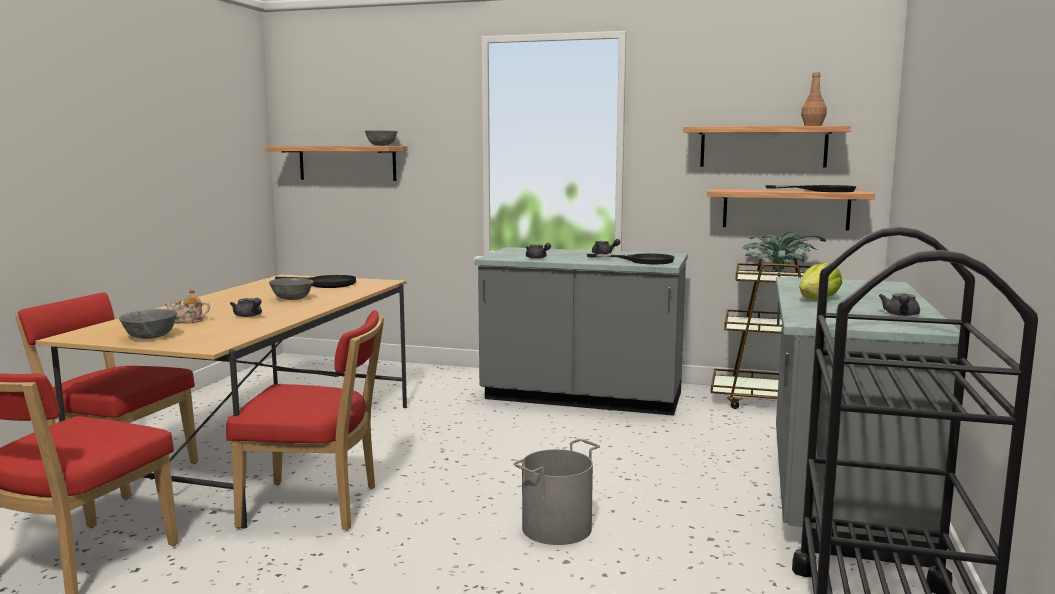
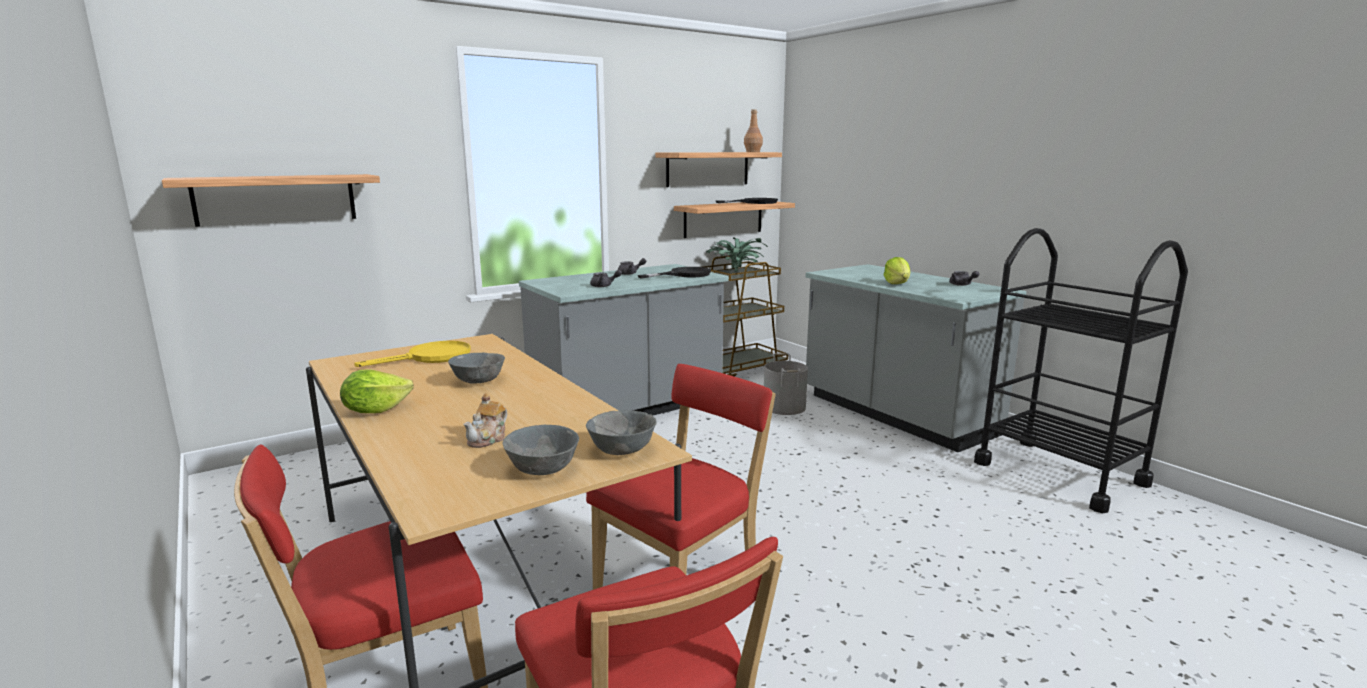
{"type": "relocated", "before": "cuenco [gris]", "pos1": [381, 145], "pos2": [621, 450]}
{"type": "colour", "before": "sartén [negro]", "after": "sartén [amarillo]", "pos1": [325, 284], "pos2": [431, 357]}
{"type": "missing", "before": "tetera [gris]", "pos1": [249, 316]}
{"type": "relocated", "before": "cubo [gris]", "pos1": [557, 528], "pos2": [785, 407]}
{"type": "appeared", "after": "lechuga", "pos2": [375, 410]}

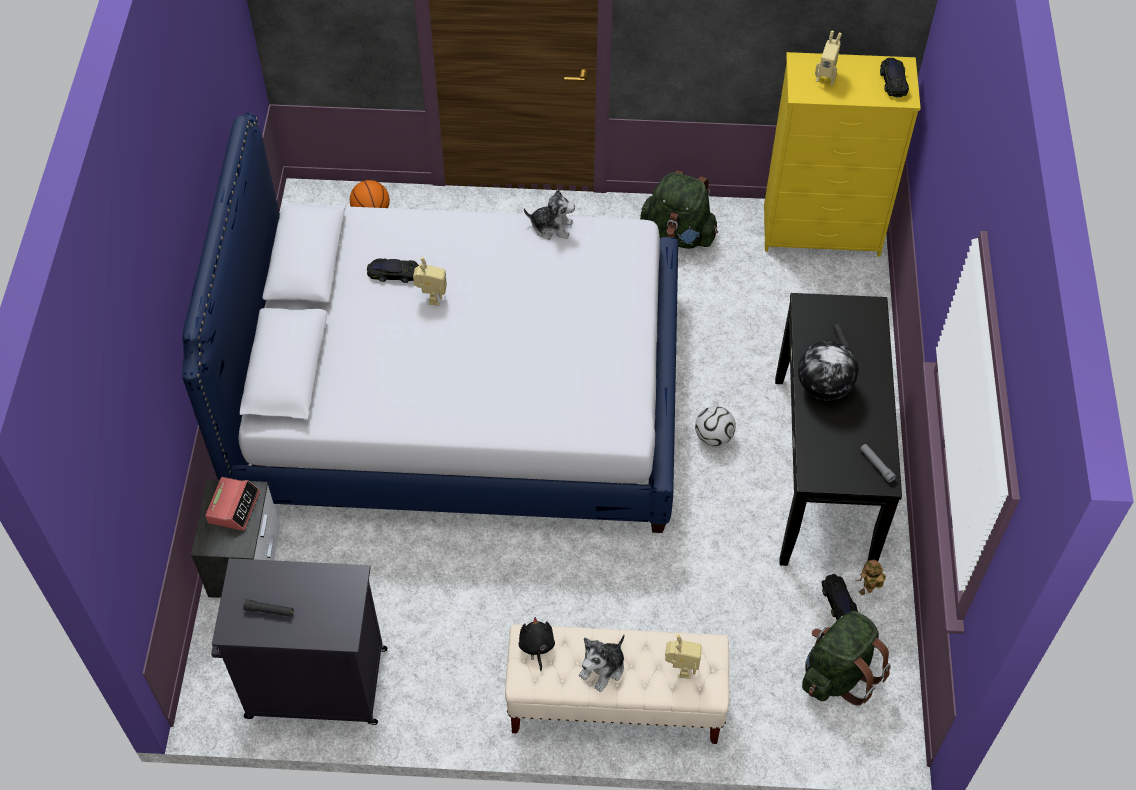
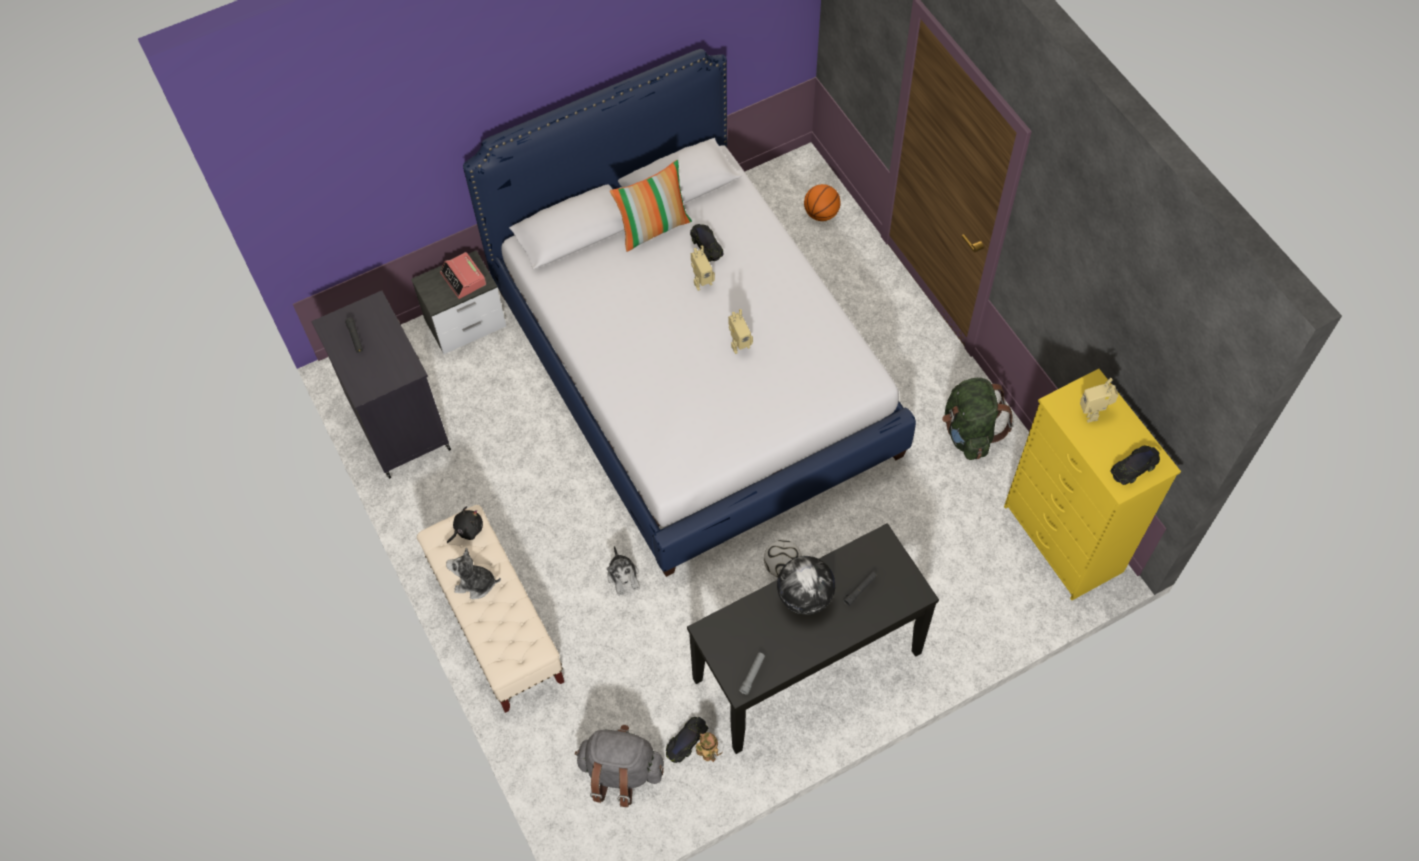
{"type": "relocated", "before": "peluche", "pos1": [551, 227], "pos2": [624, 576]}
{"type": "spun", "before": "despertador", "pos1": [234, 507], "pos2": [463, 279], "turn": 75}
{"type": "colour", "before": "mochila [verde]", "after": "mochila [gris]", "pos1": [838, 673], "pos2": [620, 772]}
{"type": "relocated", "before": "robot de juguete", "pos1": [680, 668], "pos2": [739, 344]}
{"type": "appeared", "after": "cojín", "pos2": [653, 227]}

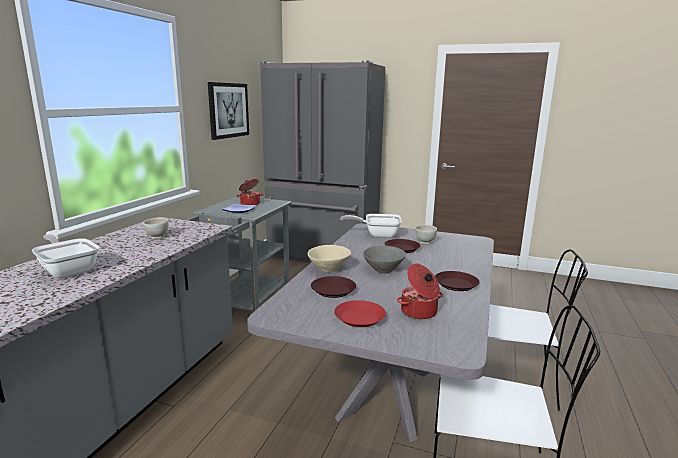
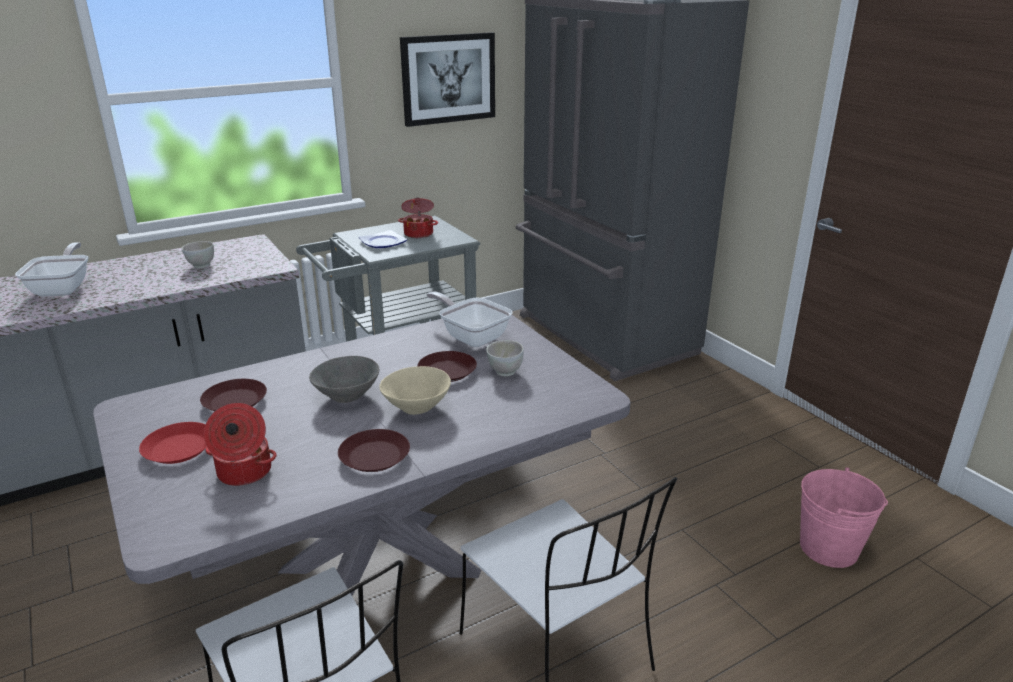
{"type": "relocated", "before": "cuenco [beis]", "pos1": [328, 269], "pos2": [416, 407]}
{"type": "appeared", "after": "cubo [rosa]", "pos2": [828, 548]}

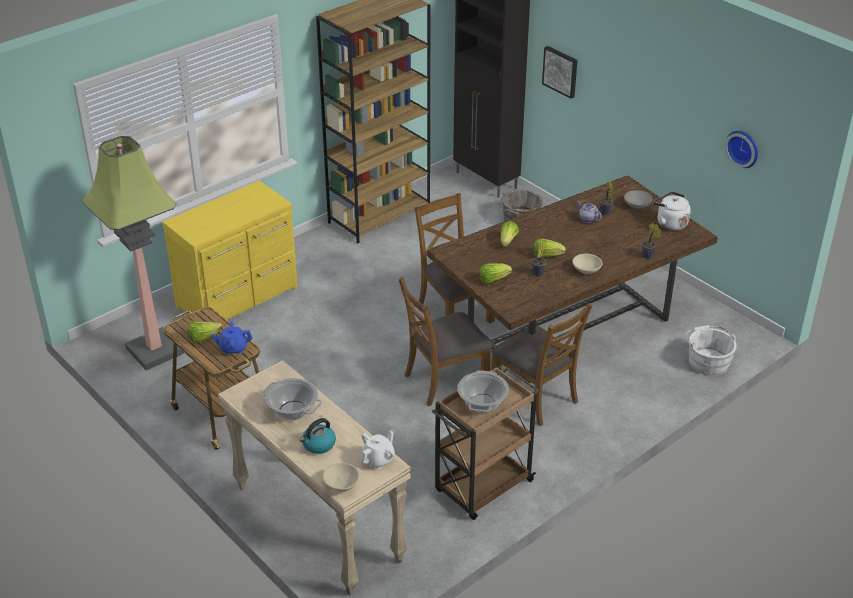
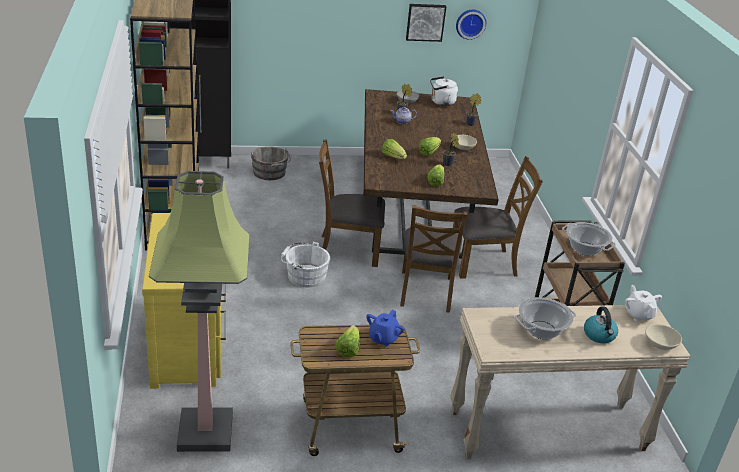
{"type": "relocated", "before": "cuadro", "pos1": [561, 71], "pos2": [425, 22]}
{"type": "relocated", "before": "cubo [blanco]", "pos1": [707, 360], "pos2": [304, 275]}

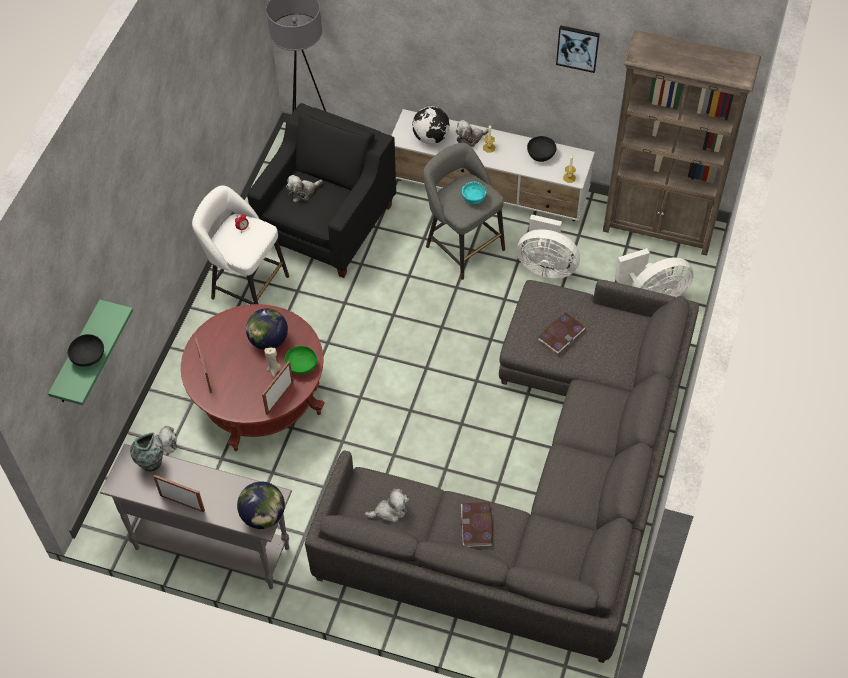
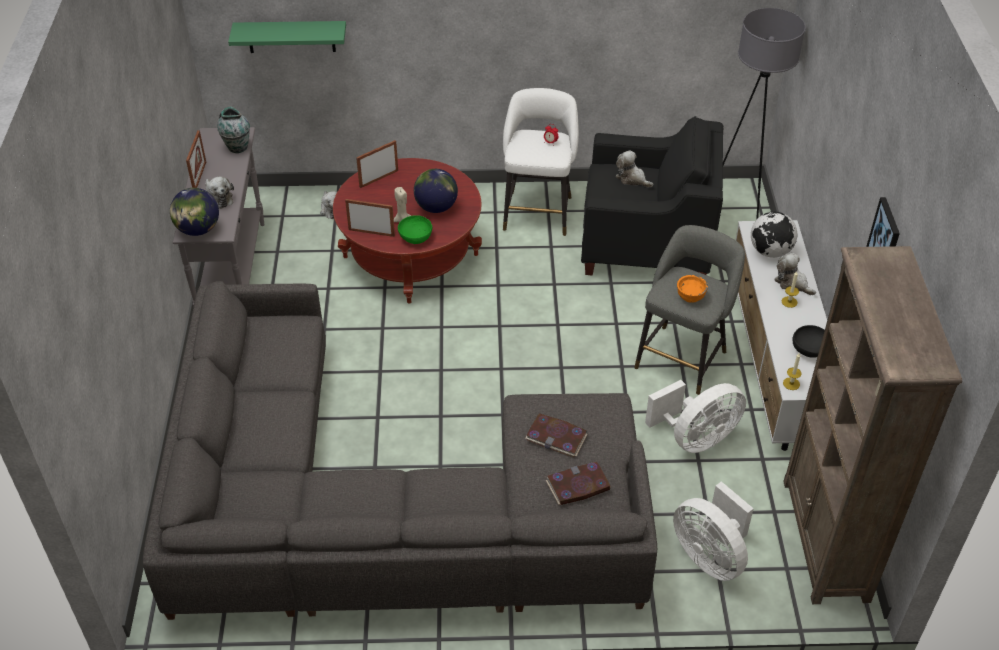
{"type": "colour", "before": "cuenco [turquesa]", "after": "cuenco [naranja]", "pos1": [474, 199], "pos2": [690, 297]}
{"type": "spun", "before": "ventilador [blanco]", "pos1": [546, 266], "pos2": [696, 438], "turn": -120}
{"type": "missing", "before": "cuenco [negro]", "pos1": [88, 357]}
{"type": "relocated", "before": "peluche", "pos1": [390, 511], "pos2": [218, 198]}
{"type": "relocated", "before": "libro", "pos1": [477, 525], "pos2": [578, 485]}

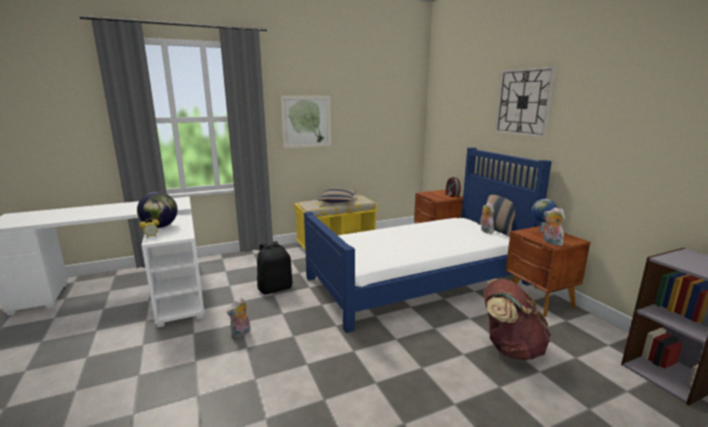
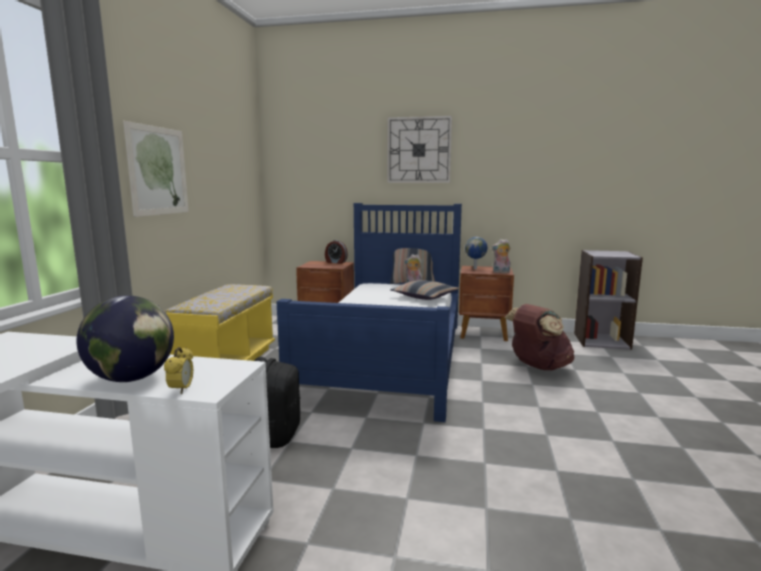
{"type": "relocated", "before": "cojín", "pos1": [337, 200], "pos2": [424, 297]}
{"type": "missing", "before": "peluche", "pos1": [241, 333]}

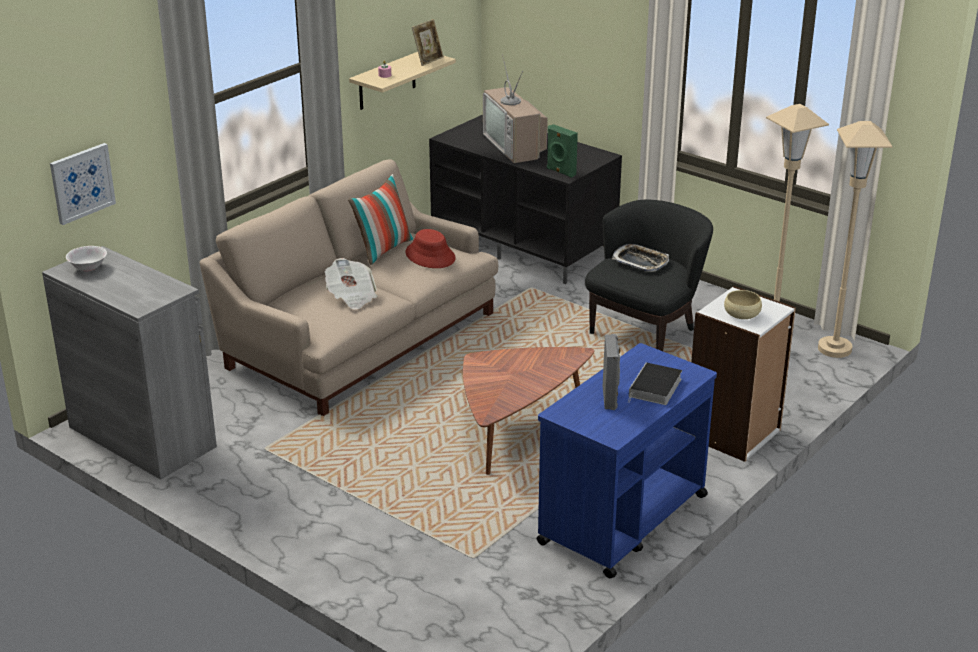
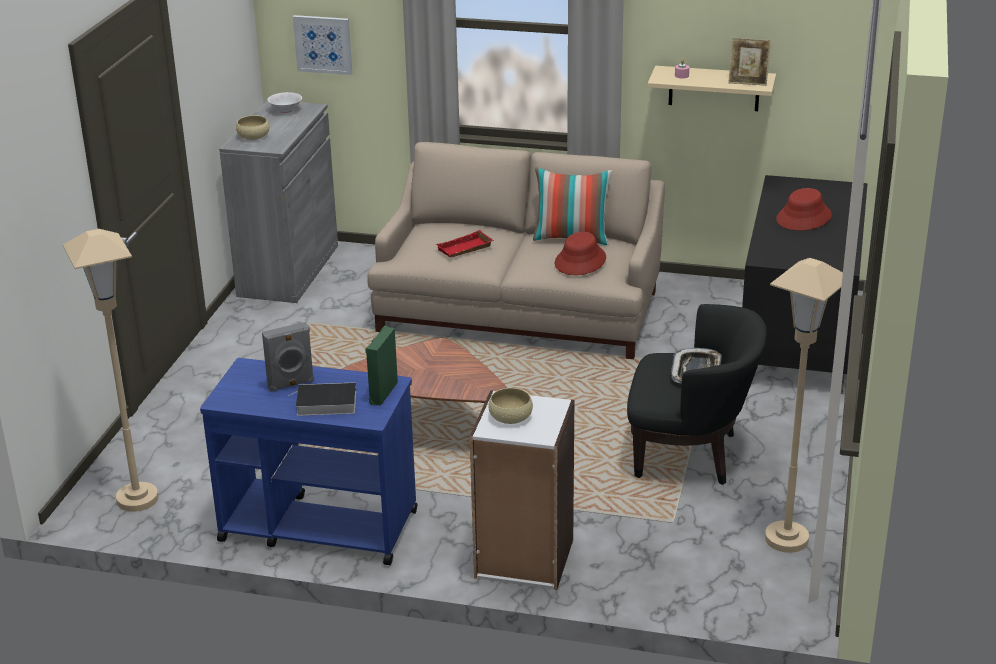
{"type": "exchanged", "before": "televisor", "after": "sombrero [rojo]", "pos1": [516, 146], "pos2": [804, 218]}
{"type": "relocated", "before": "lámpara de pie [beis]", "pos1": [834, 349], "pos2": [137, 499]}
{"type": "relocated", "before": "altavoz [verde]", "pos1": [560, 172], "pos2": [382, 393]}
{"type": "exchanged", "before": "periódico", "after": "bandeja [rojo]", "pos1": [351, 296], "pos2": [465, 249]}
{"type": "appeared", "after": "cuenco [beis]", "pos2": [253, 136]}

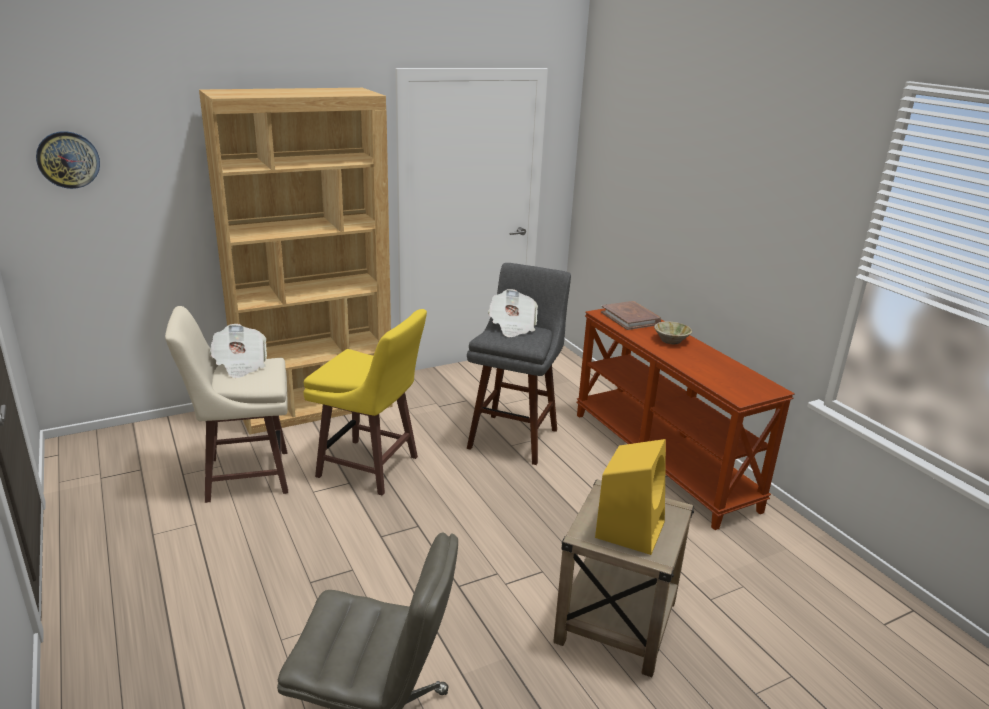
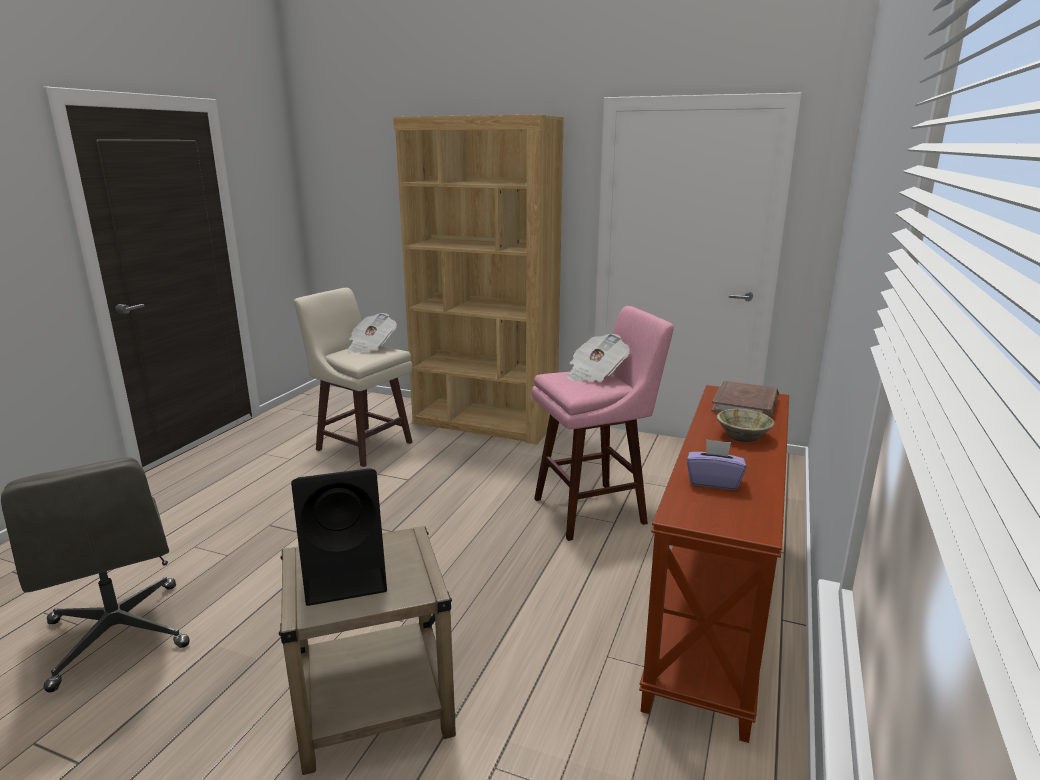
{"type": "missing", "before": "reloj de pared", "pos1": [68, 159]}
{"type": "colour", "before": "taburete [gris]", "after": "taburete [rosa]", "pos1": [514, 436], "pos2": [594, 509]}
{"type": "missing", "before": "taburete [amarillo]", "pos1": [370, 468]}
{"type": "colour", "before": "altavoz [amarillo]", "after": "altavoz [negro]", "pos1": [630, 528], "pos2": [348, 575]}
{"type": "appeared", "after": "caja de pañuelos [morado]", "pos2": [713, 481]}

